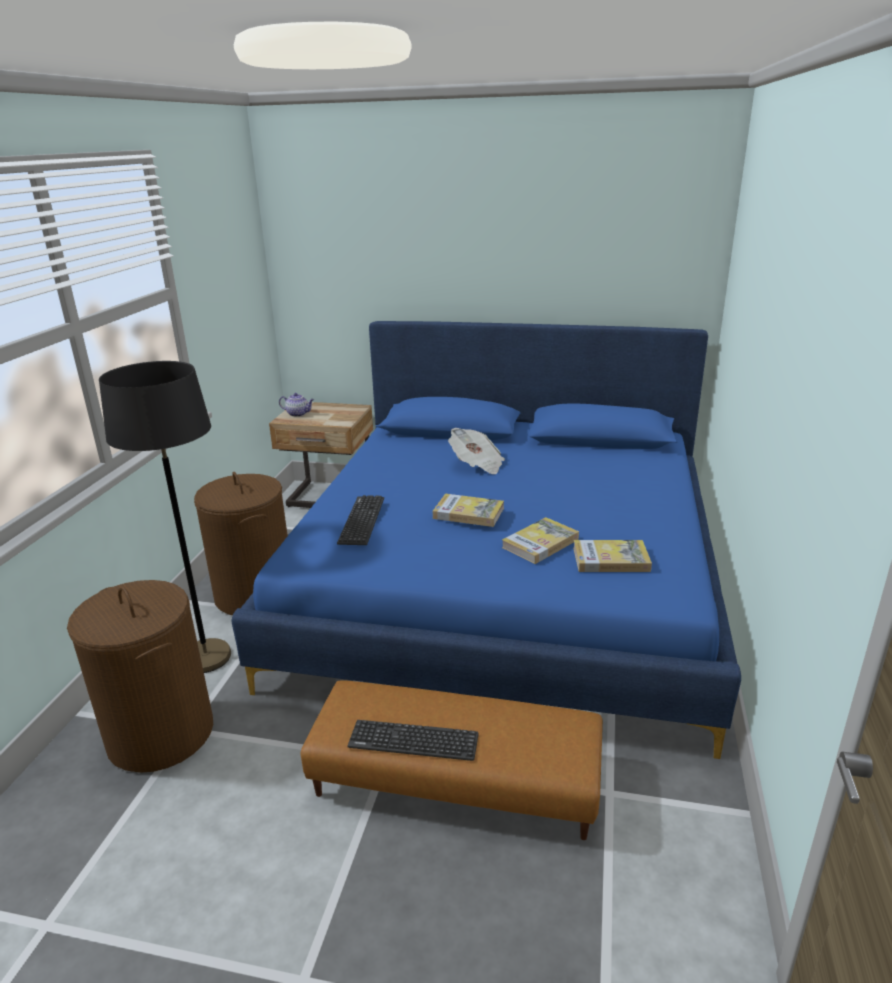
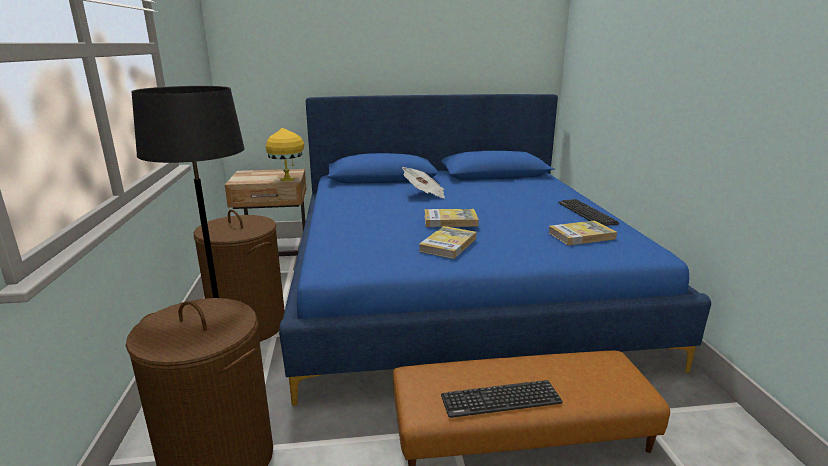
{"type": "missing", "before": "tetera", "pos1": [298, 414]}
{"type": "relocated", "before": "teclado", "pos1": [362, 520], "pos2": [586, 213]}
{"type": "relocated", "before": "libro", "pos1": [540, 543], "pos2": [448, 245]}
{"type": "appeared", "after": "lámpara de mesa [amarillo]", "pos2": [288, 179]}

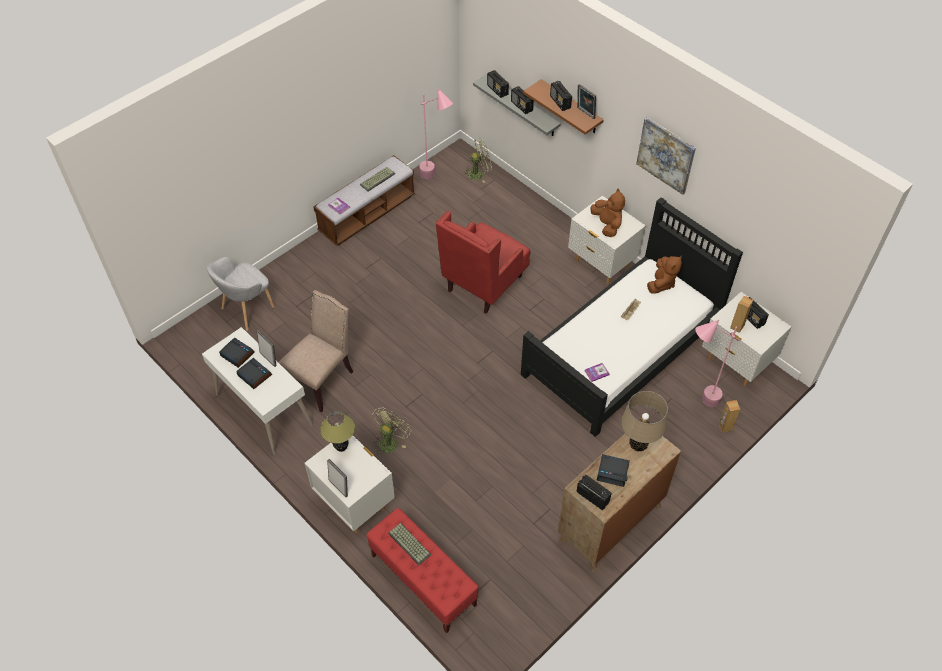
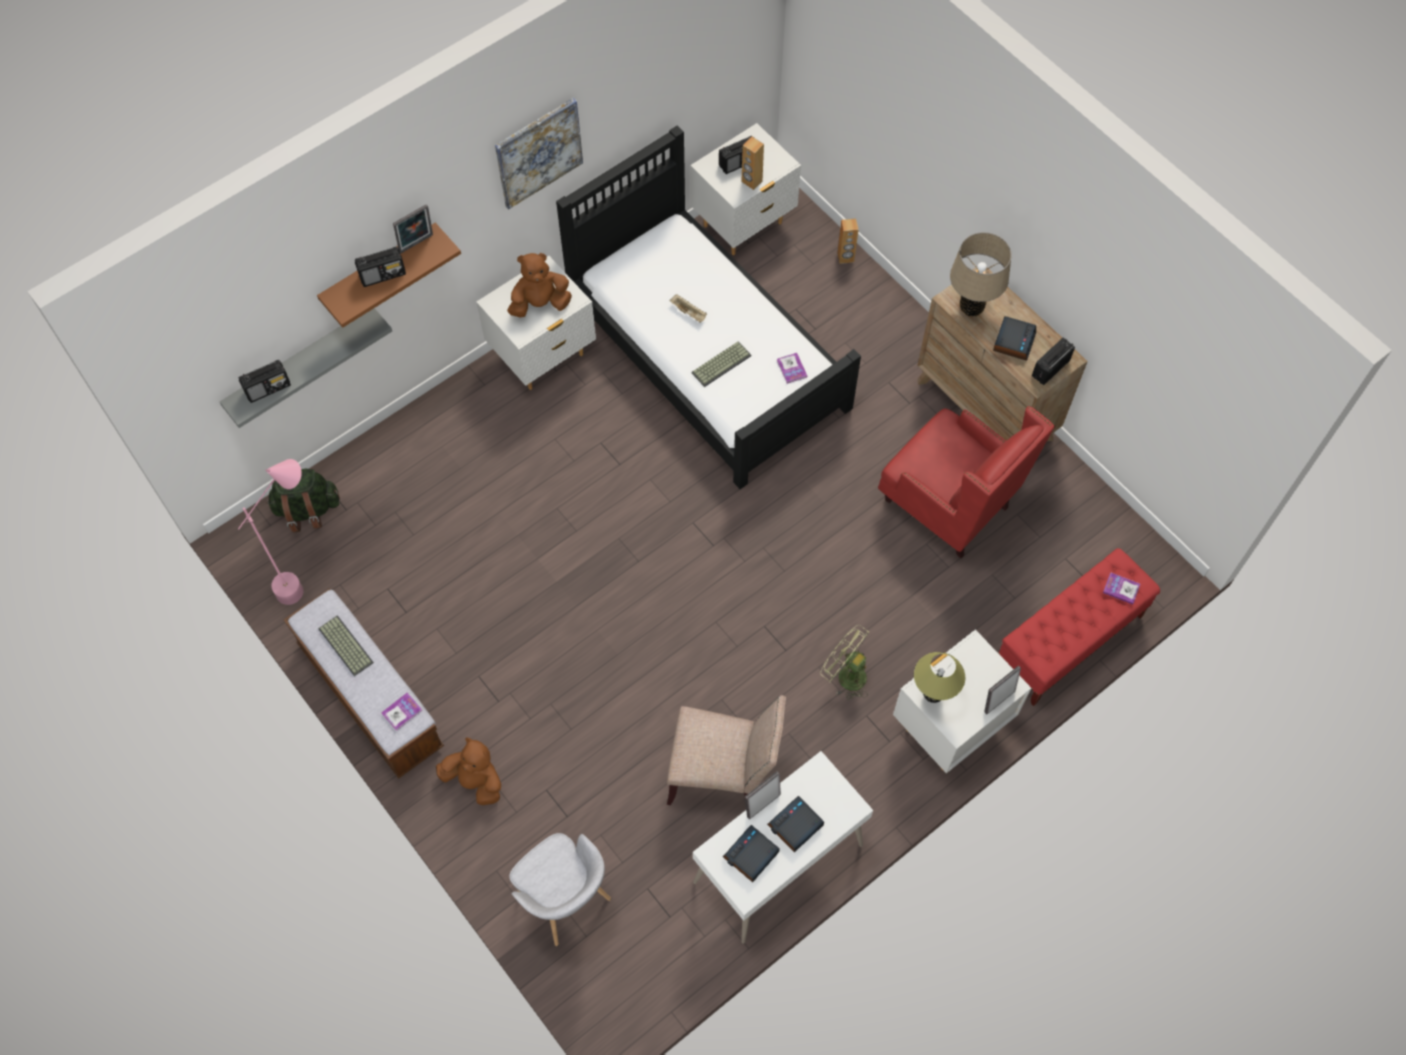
{"type": "missing", "before": "radio", "pos1": [522, 106]}
{"type": "exchanged", "before": "ventilador [verde]", "after": "mochila [verde]", "pos1": [478, 173], "pos2": [307, 510]}
{"type": "relocated", "before": "sillón [rojo]", "pos1": [484, 284], "pos2": [948, 505]}
{"type": "relocated", "before": "peluche [marrón]", "pos1": [661, 283], "pos2": [475, 781]}
{"type": "spun", "before": "silla [beis]", "pos1": [322, 379], "pos2": [723, 774], "turn": 150}
{"type": "missing", "before": "lámpara de pie [rosa]", "pos1": [697, 403]}
{"type": "relocated", "before": "teclado", "pos1": [410, 544], "pos2": [721, 363]}
{"type": "appeared", "after": "libro", "pos2": [1121, 589]}

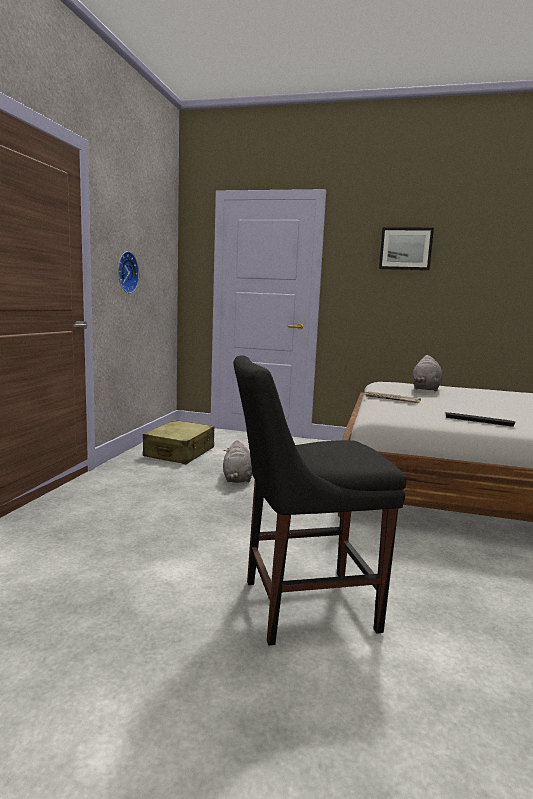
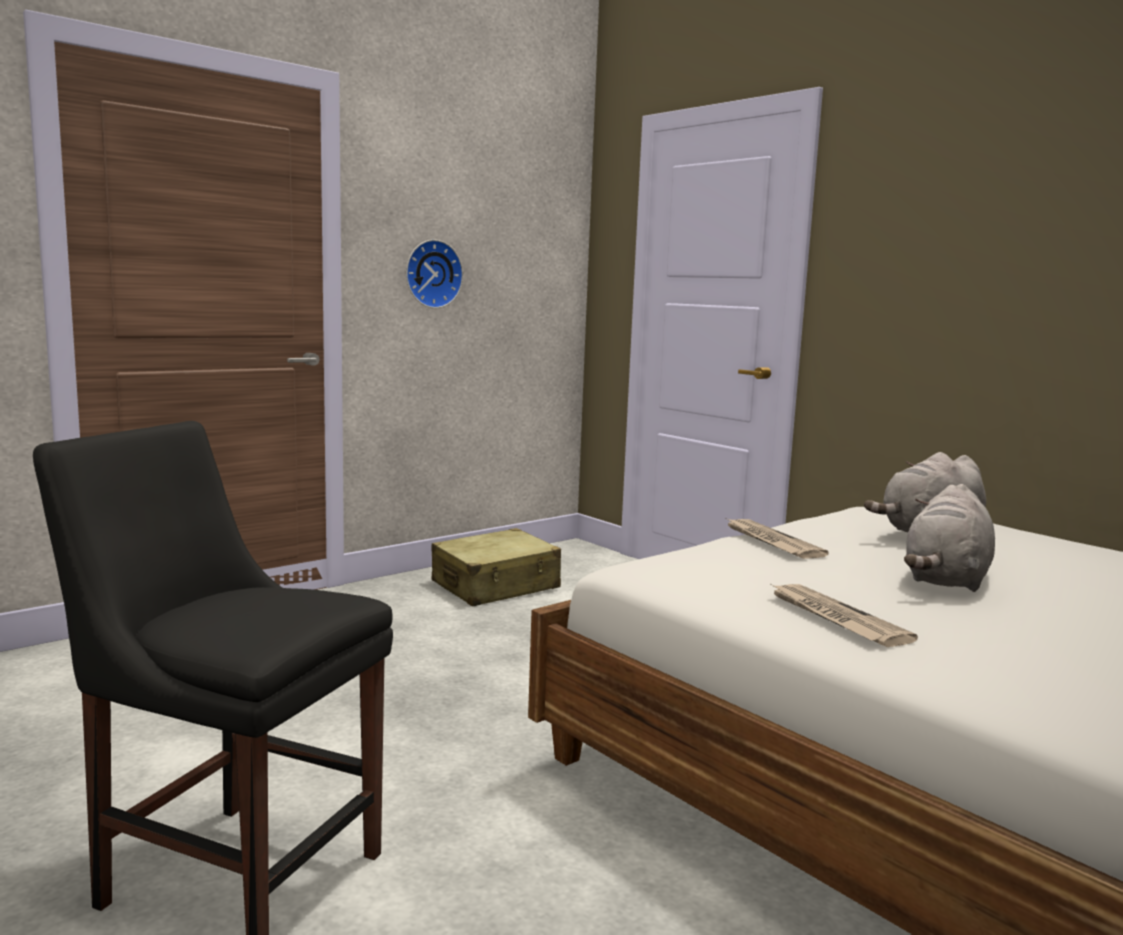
{"type": "missing", "before": "cuadro", "pos1": [405, 249]}
{"type": "exchanged", "before": "teclado", "after": "periódico", "pos1": [479, 420], "pos2": [835, 618]}
{"type": "relocated", "before": "peluche [gris]", "pos1": [237, 479], "pos2": [946, 580]}

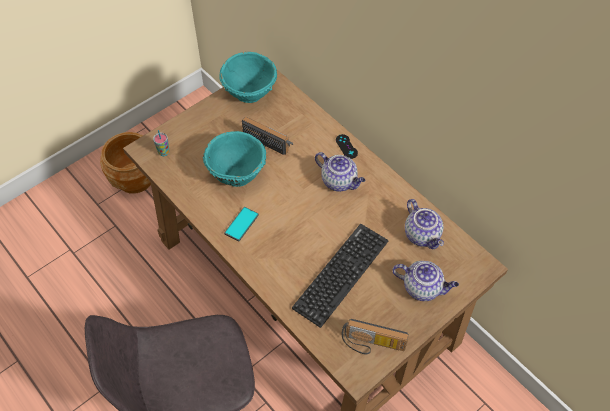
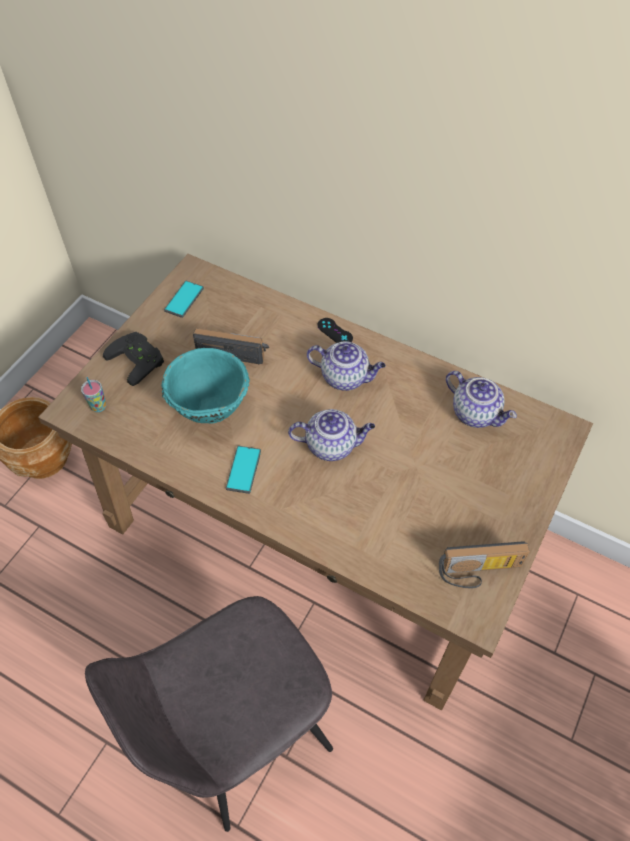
{"type": "exchanged", "before": "cuenco [turquesa]", "after": "móvil", "pos1": [250, 93], "pos2": [184, 299]}
{"type": "missing", "before": "teclado", "pos1": [341, 274]}
{"type": "relocated", "before": "tetera", "pos1": [423, 288], "pos2": [332, 445]}
{"type": "appeared", "after": "mando de consola [negro]", "pos2": [139, 359]}

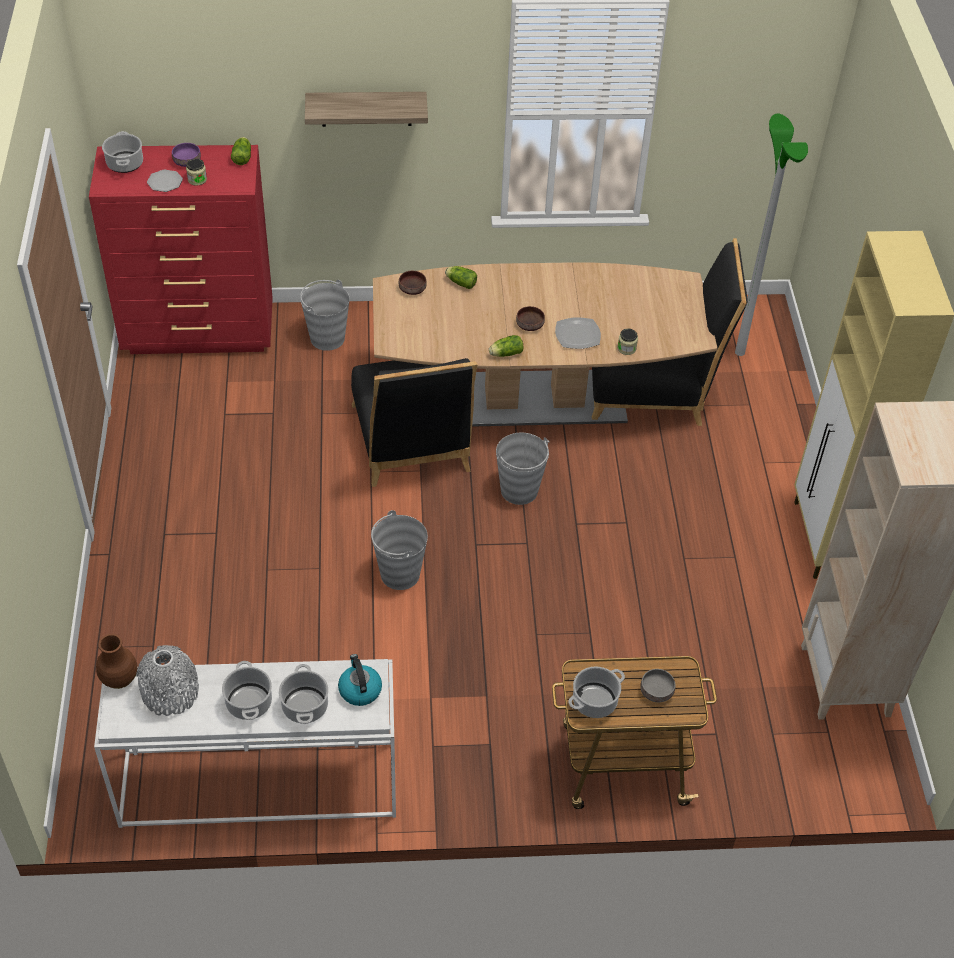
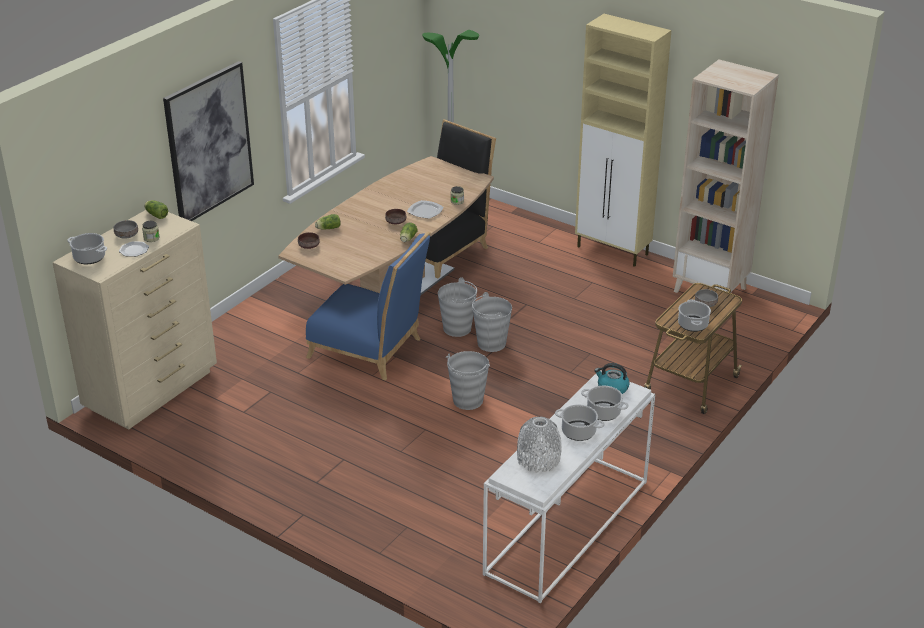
{"type": "exchanged", "before": "estante", "after": "cuadro", "pos1": [366, 108], "pos2": [209, 143]}
{"type": "colour", "before": "cuenco [morado]", "after": "cuenco [gris]", "pos1": [186, 161], "pos2": [126, 235]}
{"type": "colour", "before": "cómoda [rojo]", "after": "cómoda [beis]", "pos1": [199, 332], "pos2": [153, 390]}
{"type": "relocated", "before": "cubo [gris]", "pos1": [327, 338], "pos2": [491, 343]}
{"type": "colour", "before": "silla [negro]", "after": "silla [azul]", "pos1": [411, 444], "pos2": [370, 350]}
{"type": "missing", "before": "florero [marrón]", "pos1": [120, 678]}

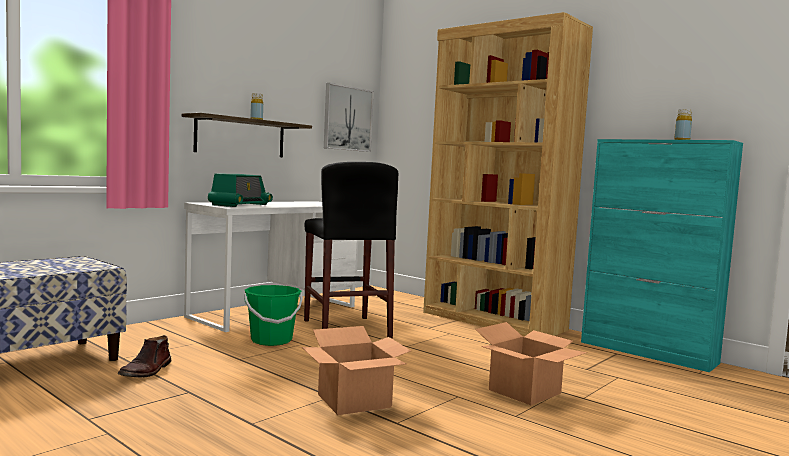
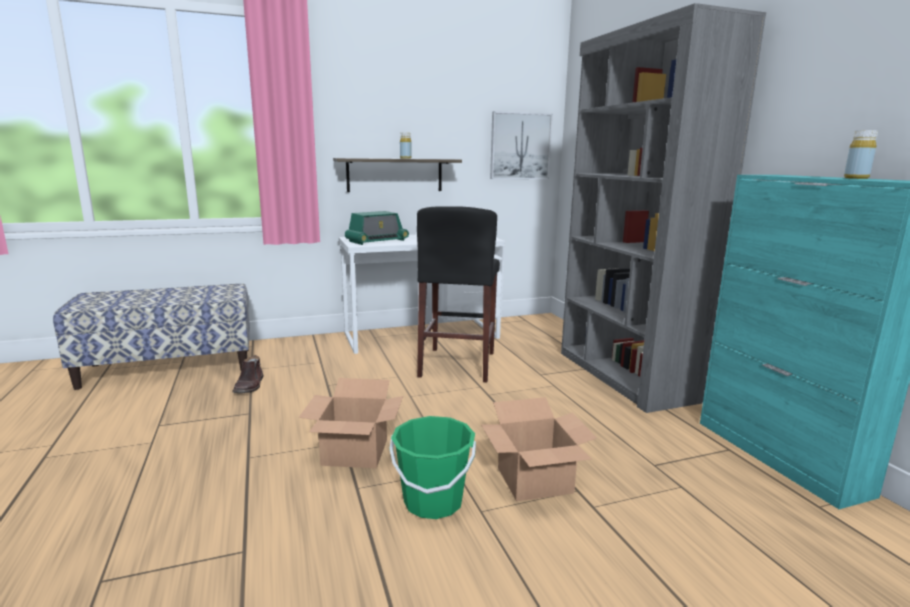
{"type": "colour", "before": "estantería [marrón]", "after": "estantería [gris]", "pos1": [493, 321], "pos2": [625, 376]}
{"type": "relocated", "before": "cubo [verde]", "pos1": [271, 340], "pos2": [433, 502]}
{"type": "spun", "before": "bota [marrón]", "pos1": [147, 371], "pos2": [249, 386], "turn": -45}

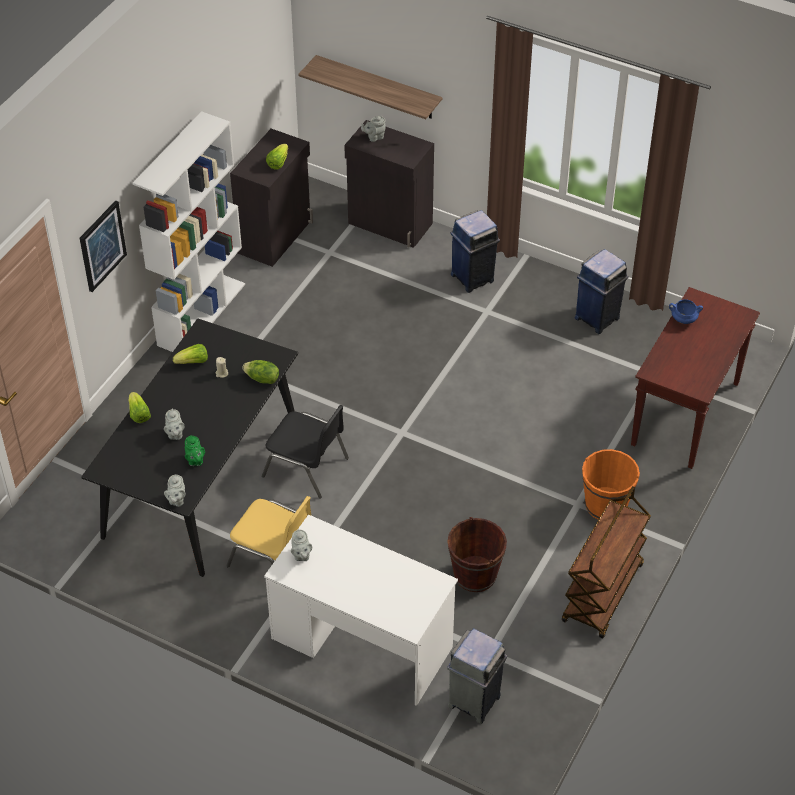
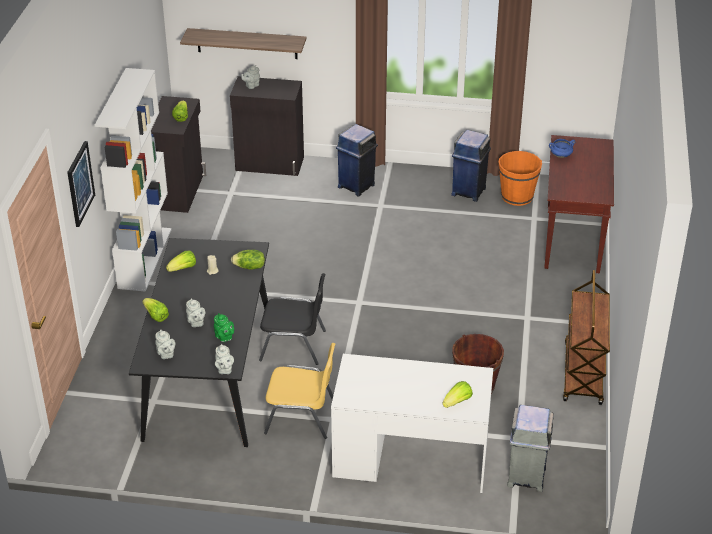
{"type": "relocated", "before": "cubo [naranja]", "pos1": [605, 505], "pos2": [517, 196]}
{"type": "relocated", "before": "tetera [gris]", "pos1": [301, 555], "pos2": [166, 355]}
{"type": "appeared", "after": "lechuga", "pos2": [457, 402]}

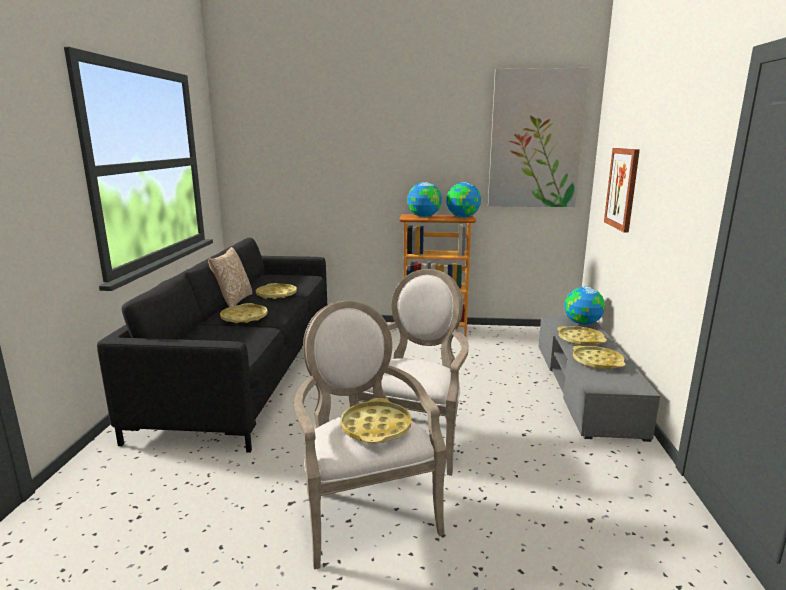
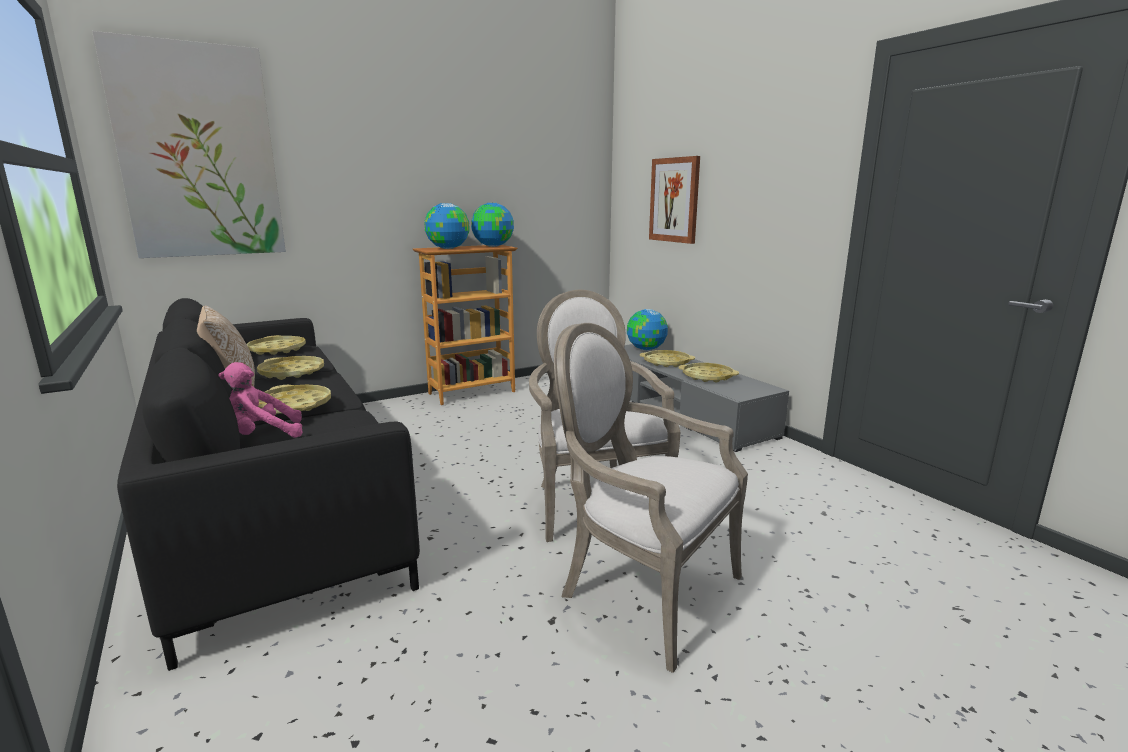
{"type": "relocated", "before": "cuadro", "pos1": [535, 140], "pos2": [198, 153]}
{"type": "relocated", "before": "bandeja [amarillo]", "pos1": [376, 428], "pos2": [277, 350]}
{"type": "appeared", "after": "peluche [rosa]", "pos2": [262, 436]}

